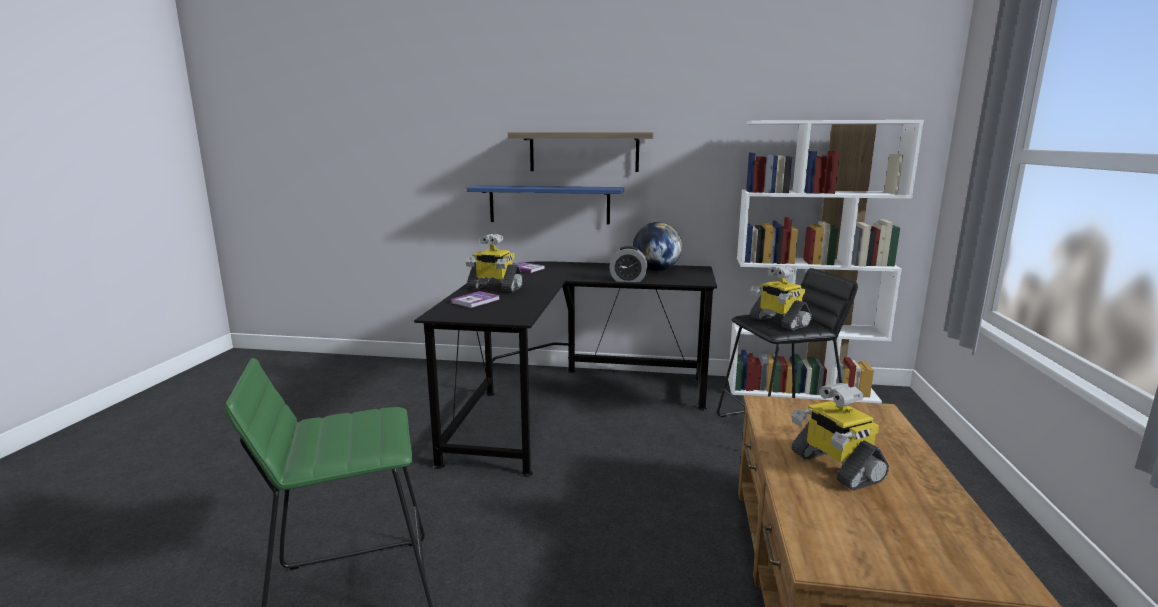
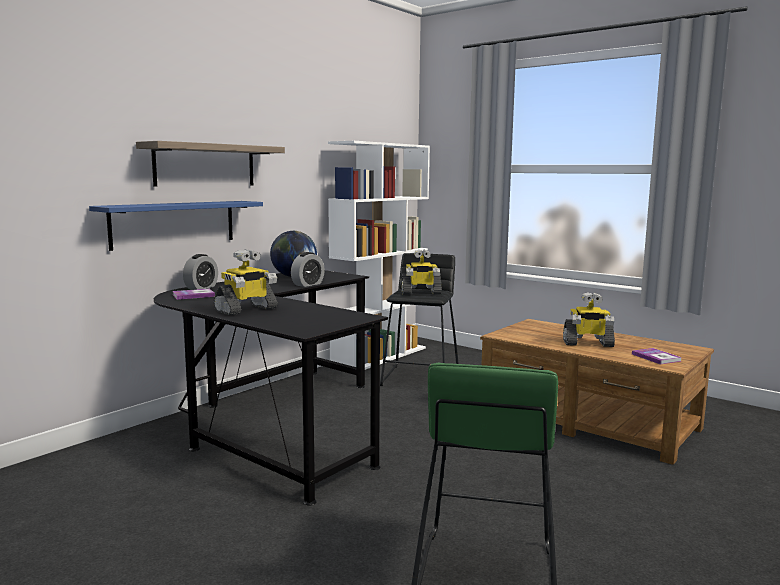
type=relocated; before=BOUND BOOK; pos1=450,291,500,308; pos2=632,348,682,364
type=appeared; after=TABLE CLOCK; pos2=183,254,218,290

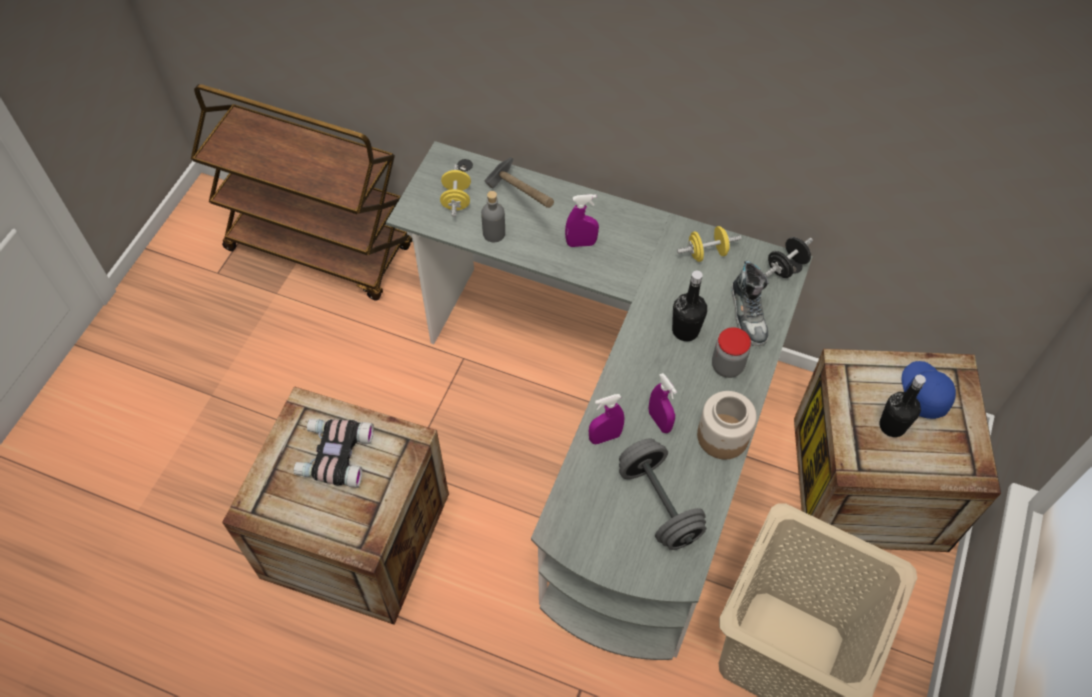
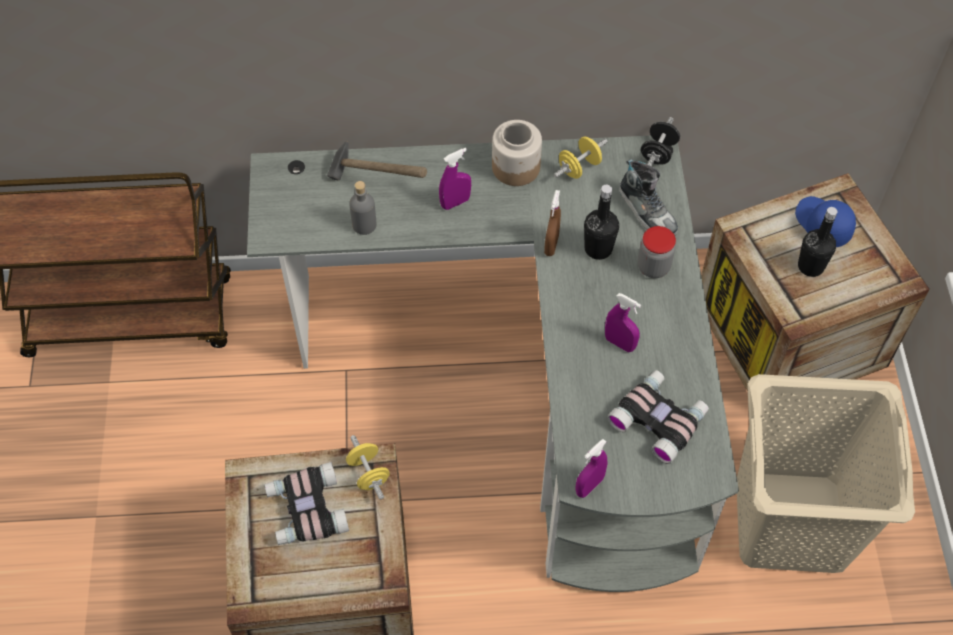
type=relocated; before=YELLOWISH DUMBBELL; pos1=440,164,471,217; pos2=346,435,390,500
type=relocated; before=PURPLE-COLOURED SPRAYER; pos1=589,394,624,444; pos2=575,439,608,498
type=exchanged; before=GRAY DUMBBELL; after=BINOCULARS; pos1=619,439,706,550; pos2=607,370,709,464
type=relocated; before=STORAGE JAR; pos1=697,391,757,459; pos2=492,120,542,186
type=appeared; after=BROWNISH SPRAYER; pos2=544,190,561,256

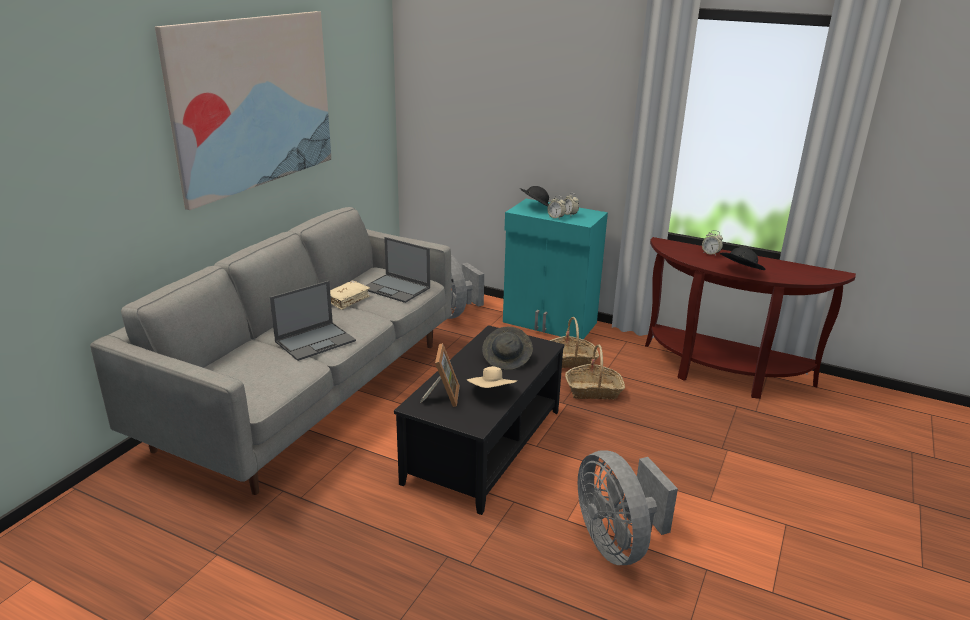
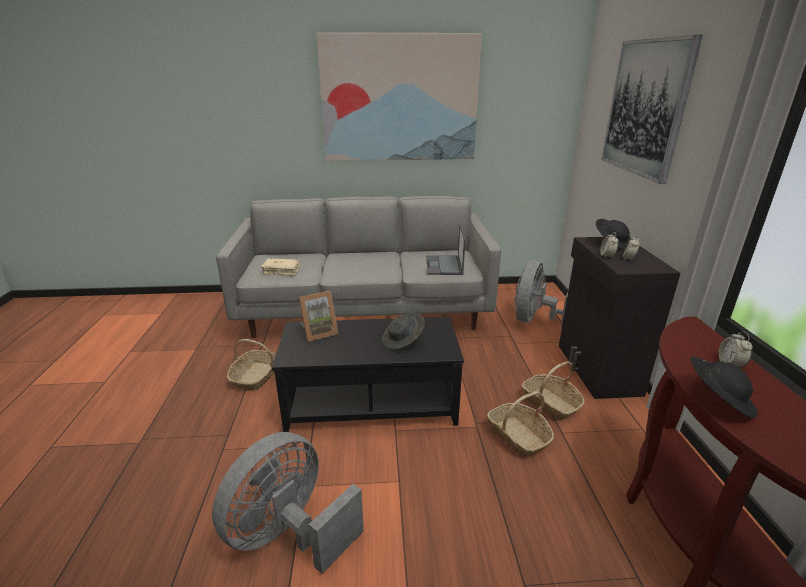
type=missing; before=PORTABLE COMPUTER; pos1=270,281,356,361
type=relocated; before=BEIGE BOUND BOOK; pos1=330,280,370,310; pos2=261,258,300,276
type=missing; before=BEIGE CLOTHING HAT; pos1=467,366,517,388
type=colour; before=TURQUOISE CUPBOARD; after=BLACK CUPBOARD; pos1=503,199,608,339; pos2=559,237,680,399
type=appeared; after=BASKET; pos2=227,339,276,391
type=appeared; after=WALL PICTURE; pos2=601,35,703,184

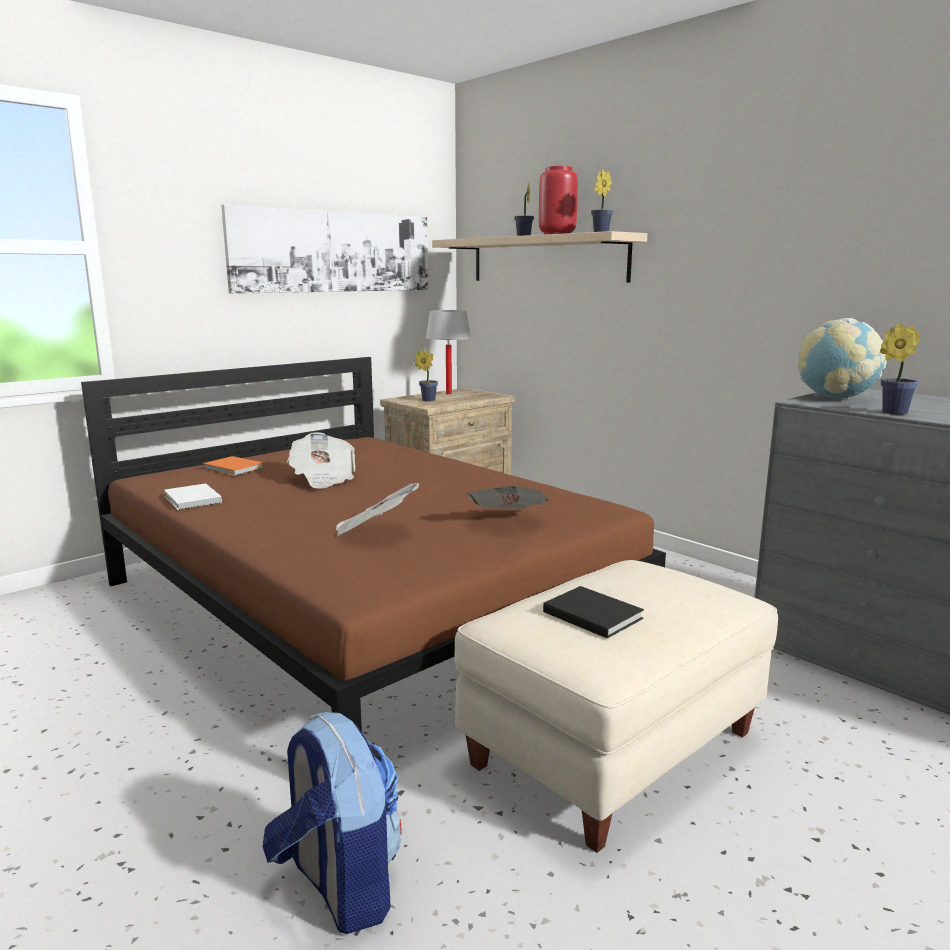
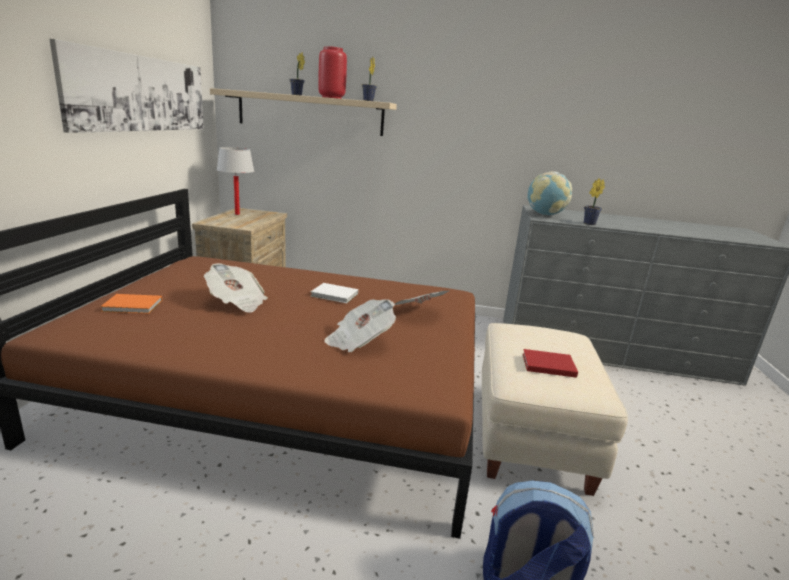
type=relocated; before=WHITE BOUND BOOK; pos1=164,483,222,510; pos2=311,283,358,303
type=missing; before=HOUSEPLANT; pos1=414,349,438,402
type=colour; before=BLACK BOUND BOOK; after=RED-COLOURED BOUND BOOK; pos1=543,586,644,639; pos2=523,349,578,378

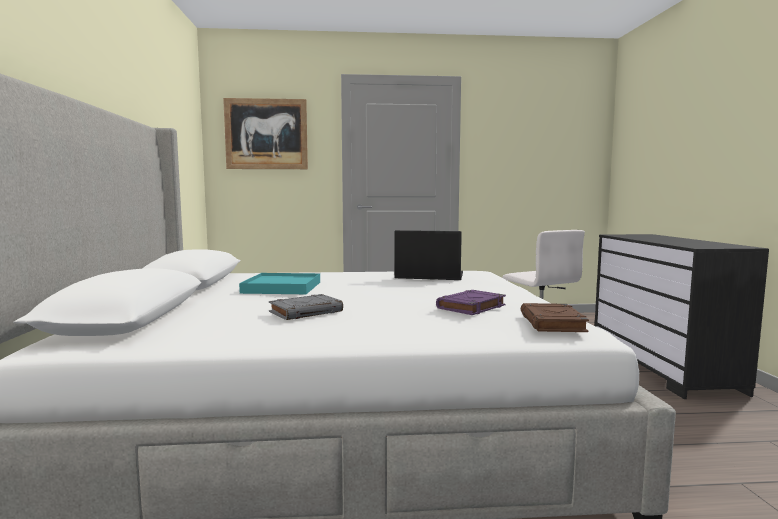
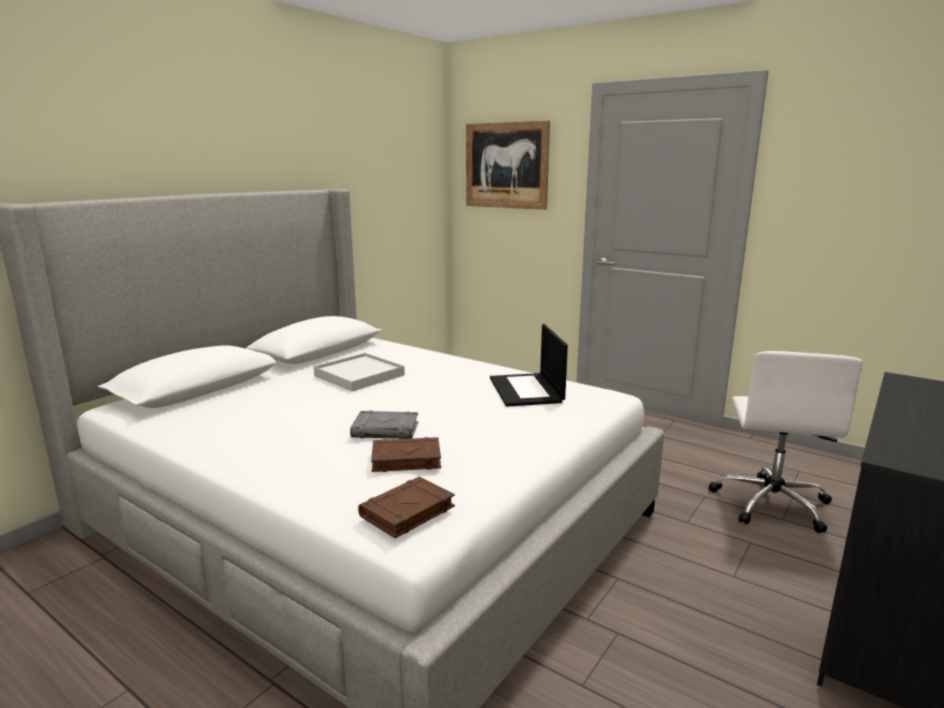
type=colour; before=TURQUOISE TRAY; after=WHITE TRAY; pos1=239,273,320,294; pos2=314,353,405,392
type=relocated; before=GRAY BOUND BOOK; pos1=269,294,343,320; pos2=350,411,418,439
type=spun; before=PORTABLE COMPUTER; pos1=394,230,463,280; pos2=490,324,568,407; turn=-150
type=colour; before=PURPLE-COLOURED BOUND BOOK; after=BROWNISH BOUND BOOK; pos1=436,290,506,315; pos2=371,437,441,472

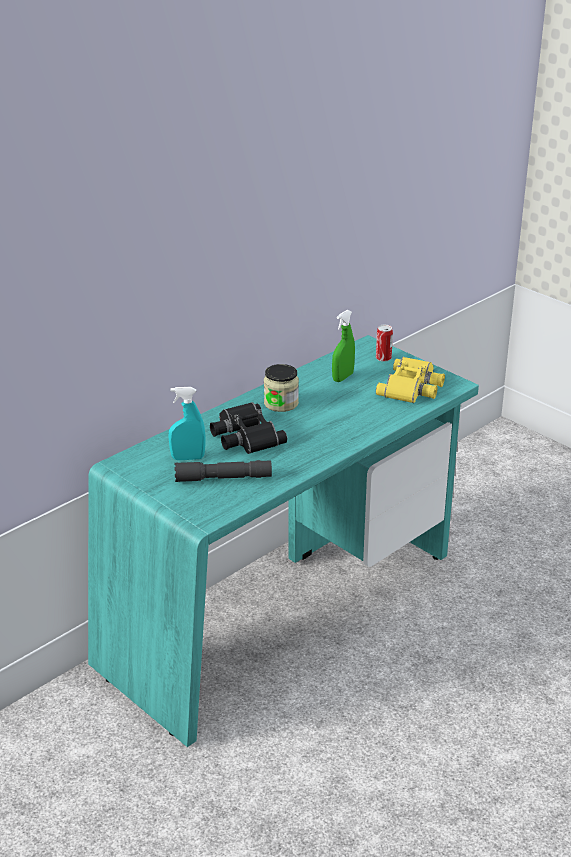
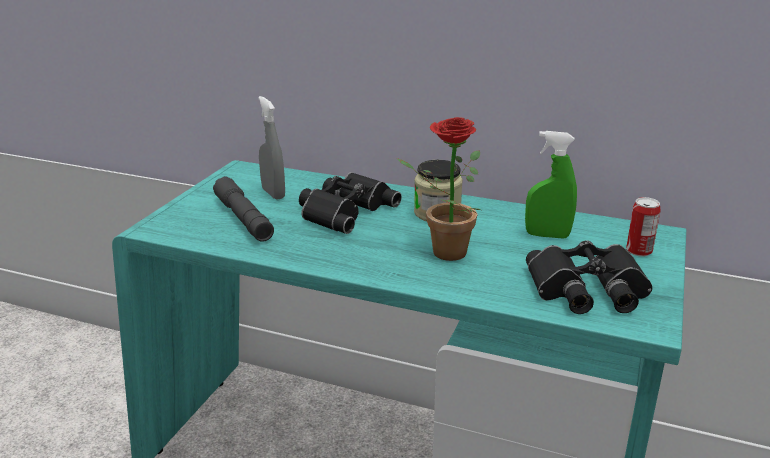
type=colour; before=TURQUOISE SPRAYER; after=GRAY SPRAYER; pos1=168,387,206,460; pos2=258,96,285,200
type=colour; before=YELLOWISH BINOCULARS; after=BLACK BINOCULARS; pos1=376,357,445,403; pos2=526,240,652,314
type=appeared; after=HOUSEPLANT; pos2=397,117,481,261

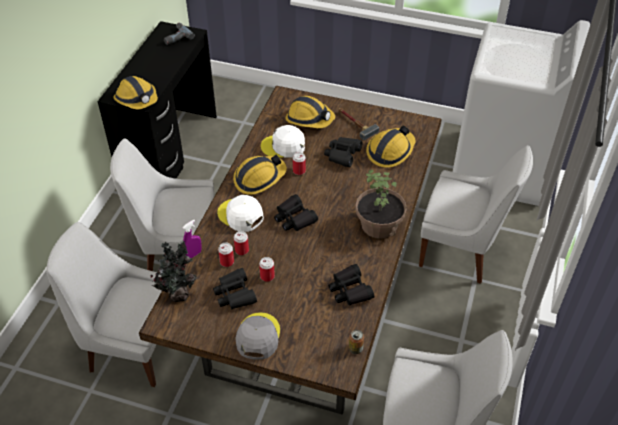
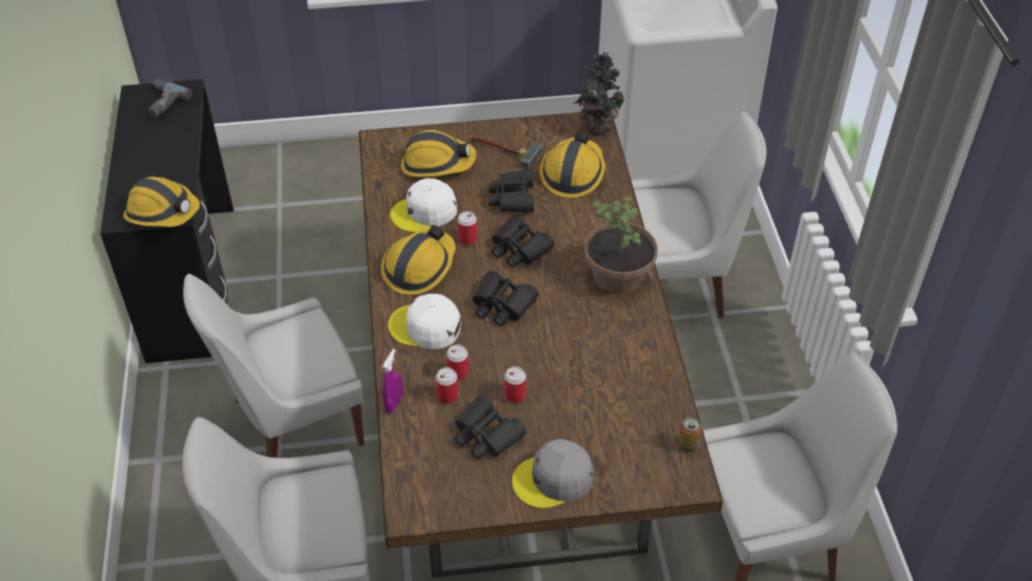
type=relocated; before=HOUSEPLANT; pos1=151,240,197,302; pos2=573,52,624,135
type=spun; before=GRAY CAP; pos1=235,312,280,360; pos2=512,439,593,508; turn=-90
type=relocated; before=BLACK BINOCULARS; pos1=328,264,374,306; pos2=492,215,555,267

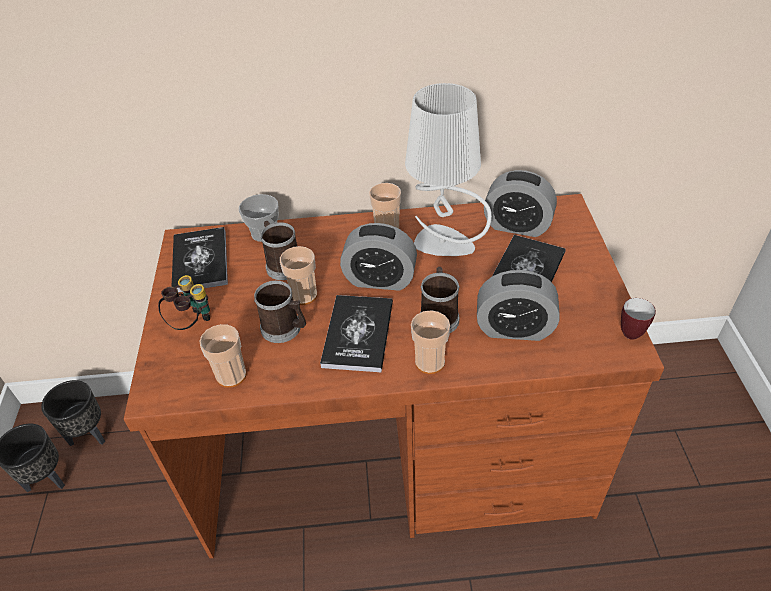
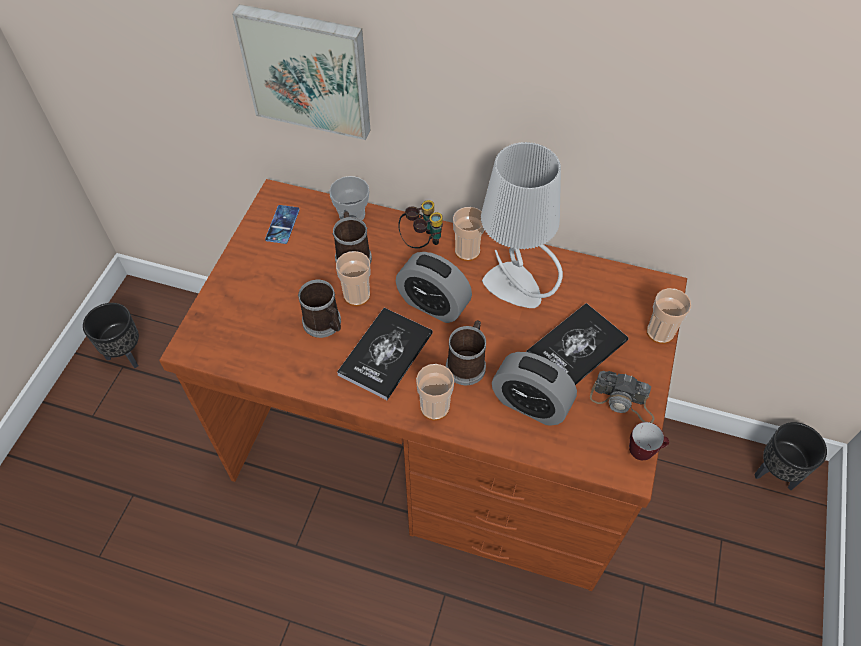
type=relocated; before=BLACK FLOWER POT; pos1=41,380,105,446; pos2=754,422,827,490
type=relocated; before=BINOCULARS; pos1=158,275,210,330; pos2=398,200,443,249
type=exchanged; before=BOUND BOOK; after=HANDSET; pos1=172,227,228,293; pos2=265,205,300,244
type=relocated; before=DRINKING CUP; pos1=199,324,246,388; pos2=647,288,691,344
type=missing; before=TABLE CLOCK; pos1=484,170,557,237
type=appeared; after=WALL PICTURE; pos2=232,4,370,140
type=appeared; after=STILL CAMERA; pos2=590,371,655,423

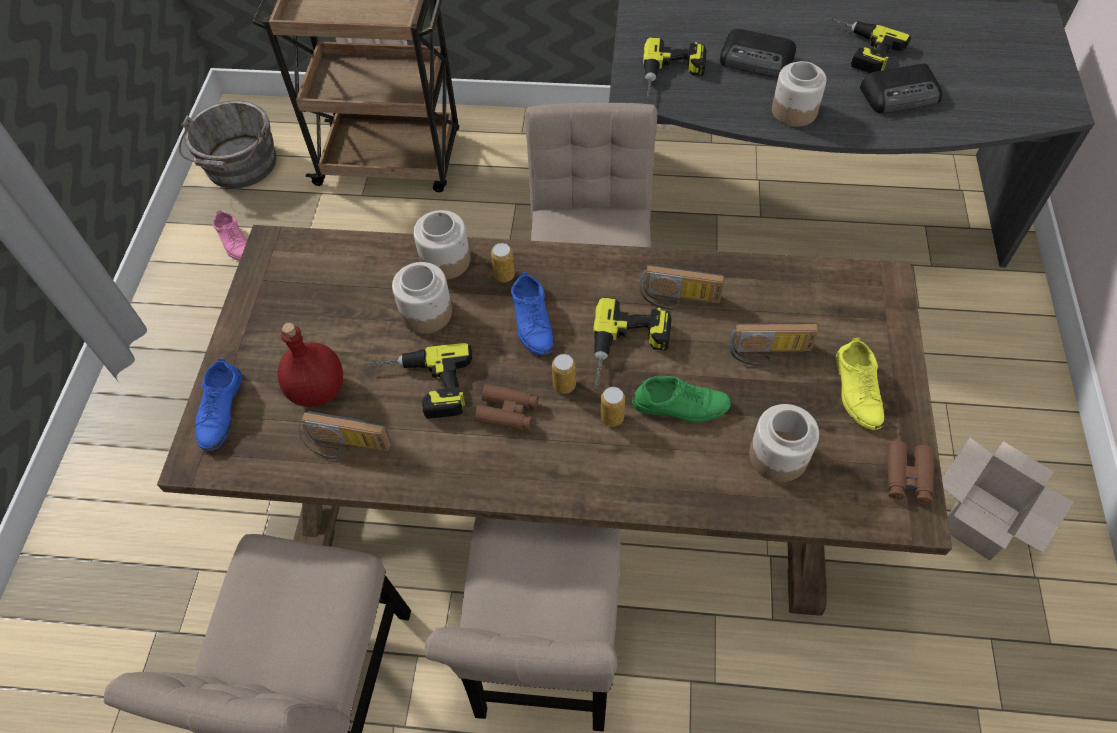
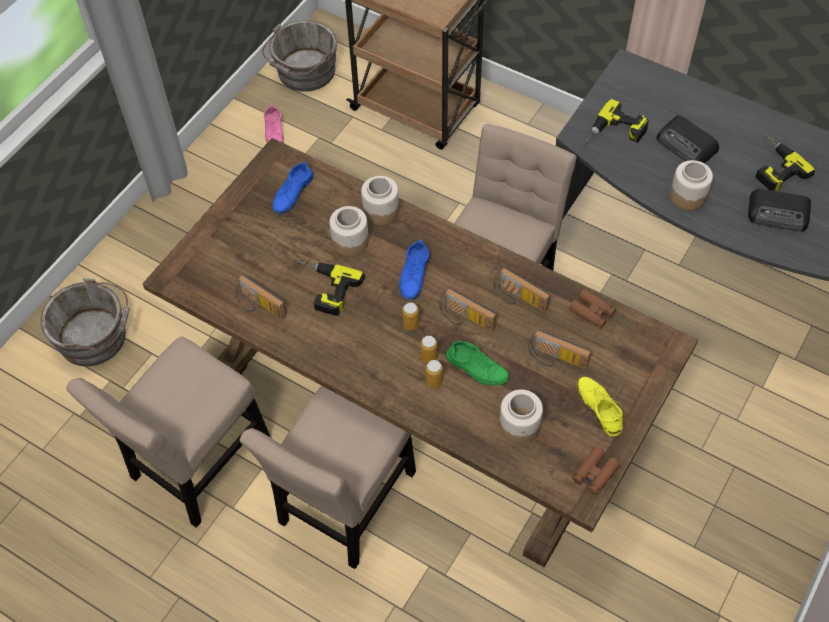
type=relocated; before=BLUE-COLOURED LOW SHOE; pos1=195,359,242,451; pos2=272,161,314,214
type=missing; before=RED-COLOURED BEVERAGE BOTTLE; pos1=278,323,343,407
type=relocated; before=BROWNISH BINOCULARS; pos1=475,384,539,431; pos2=569,289,616,328
type=relocated; before=METAL CAN; pos1=491,243,515,282; pos2=426,360,443,388
type=exchanged; before=POWER DRILL; after=RADIO RECEIVER; pos1=594,297,672,388; pos2=440,288,496,332
type=spun; before=YELLOWISH LOW SHOE; pos1=836,338,885,430; pos2=577,377,623,437; turn=135
type=missing; before=CARTON; pos1=942,438,1073,561
type=appeared; after=GRAY BUCKET; pos2=41,278,130,366

